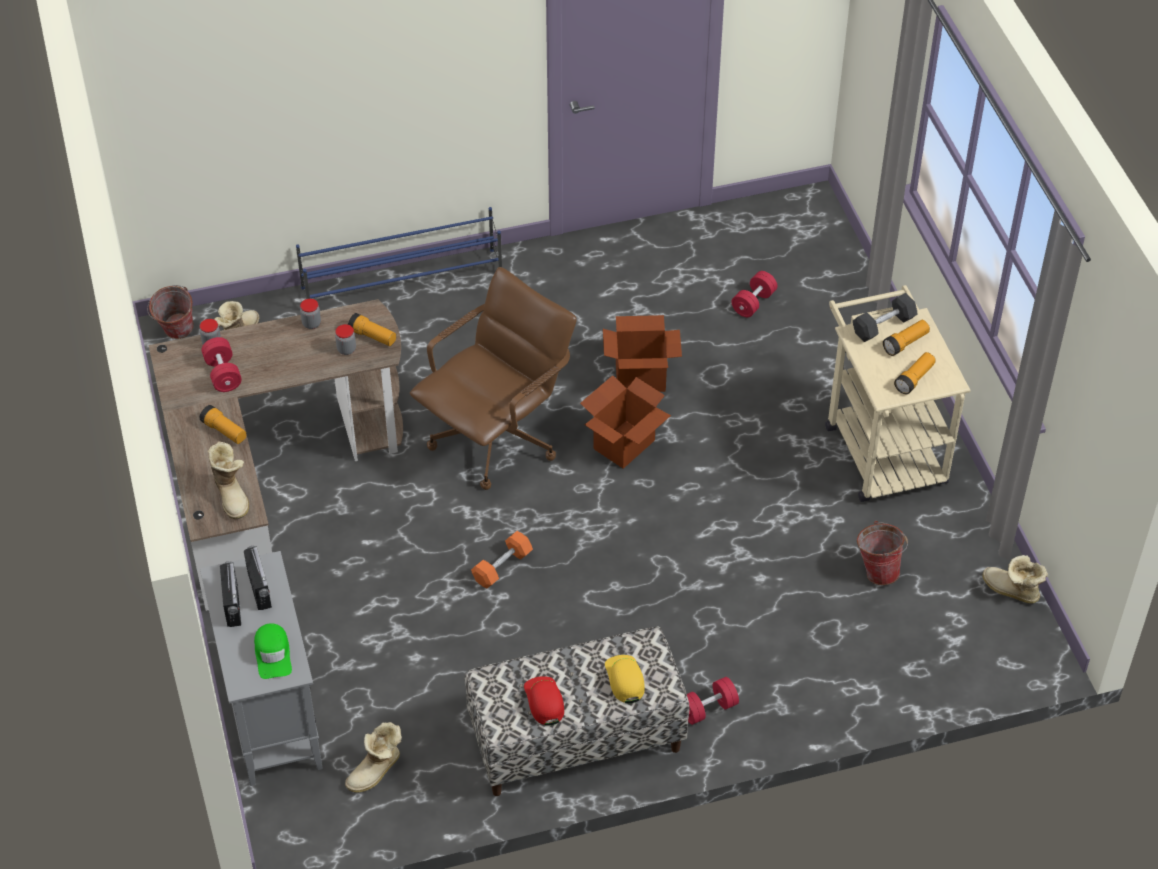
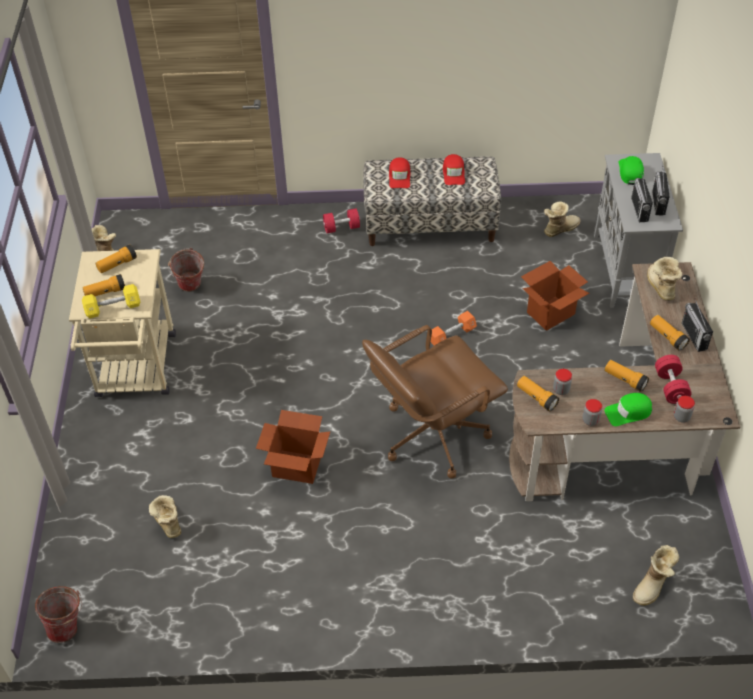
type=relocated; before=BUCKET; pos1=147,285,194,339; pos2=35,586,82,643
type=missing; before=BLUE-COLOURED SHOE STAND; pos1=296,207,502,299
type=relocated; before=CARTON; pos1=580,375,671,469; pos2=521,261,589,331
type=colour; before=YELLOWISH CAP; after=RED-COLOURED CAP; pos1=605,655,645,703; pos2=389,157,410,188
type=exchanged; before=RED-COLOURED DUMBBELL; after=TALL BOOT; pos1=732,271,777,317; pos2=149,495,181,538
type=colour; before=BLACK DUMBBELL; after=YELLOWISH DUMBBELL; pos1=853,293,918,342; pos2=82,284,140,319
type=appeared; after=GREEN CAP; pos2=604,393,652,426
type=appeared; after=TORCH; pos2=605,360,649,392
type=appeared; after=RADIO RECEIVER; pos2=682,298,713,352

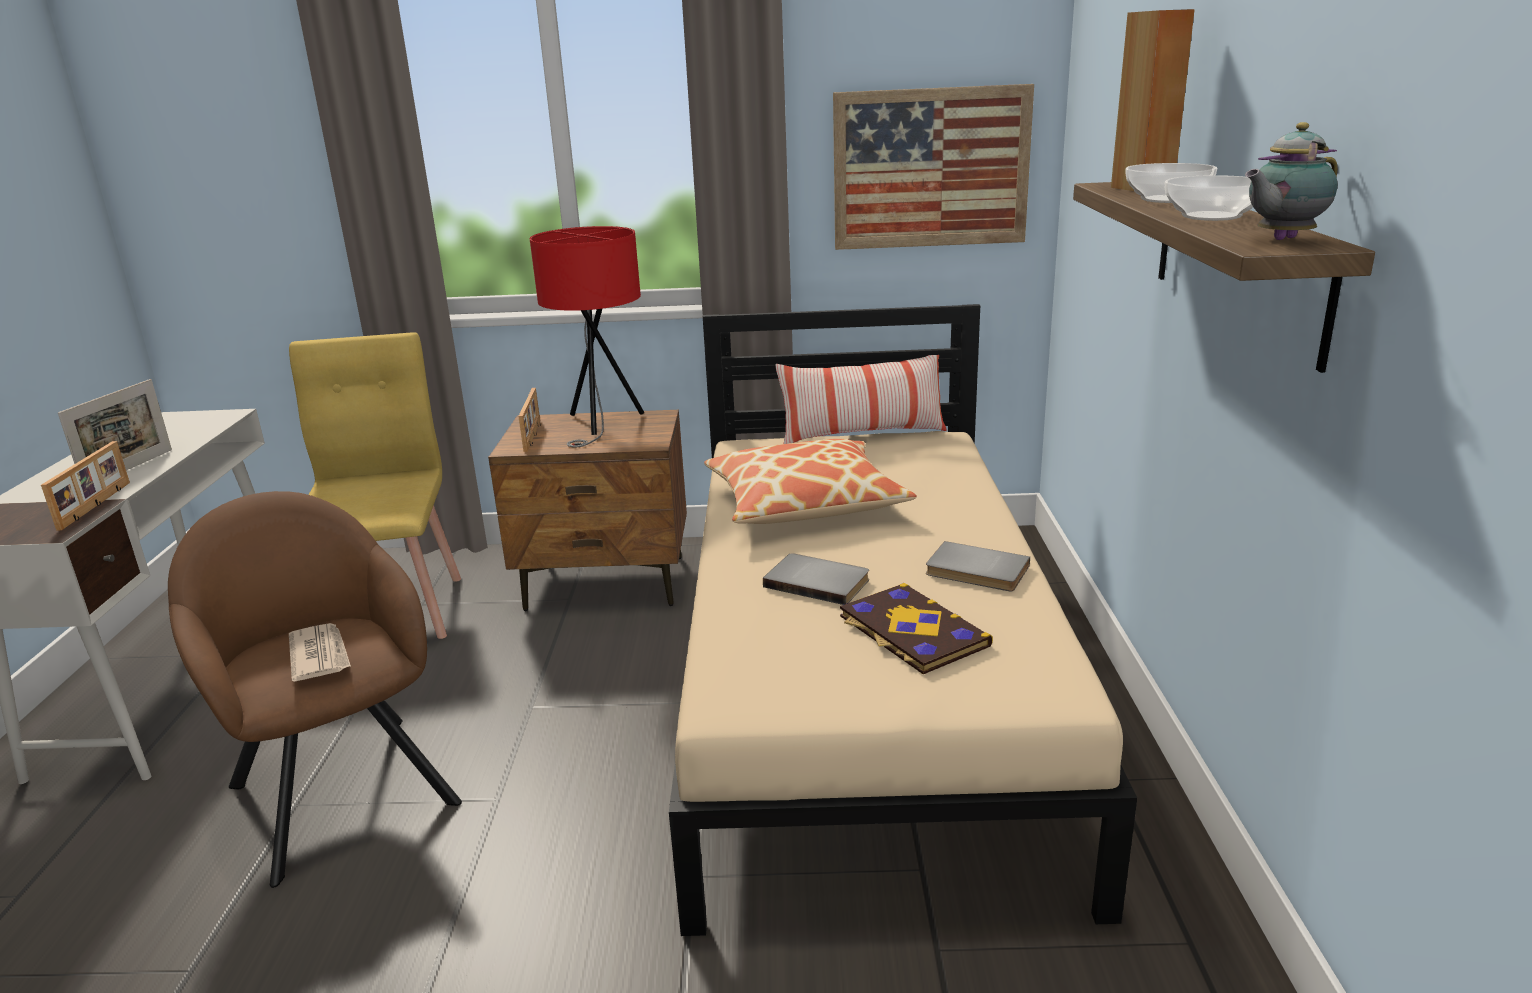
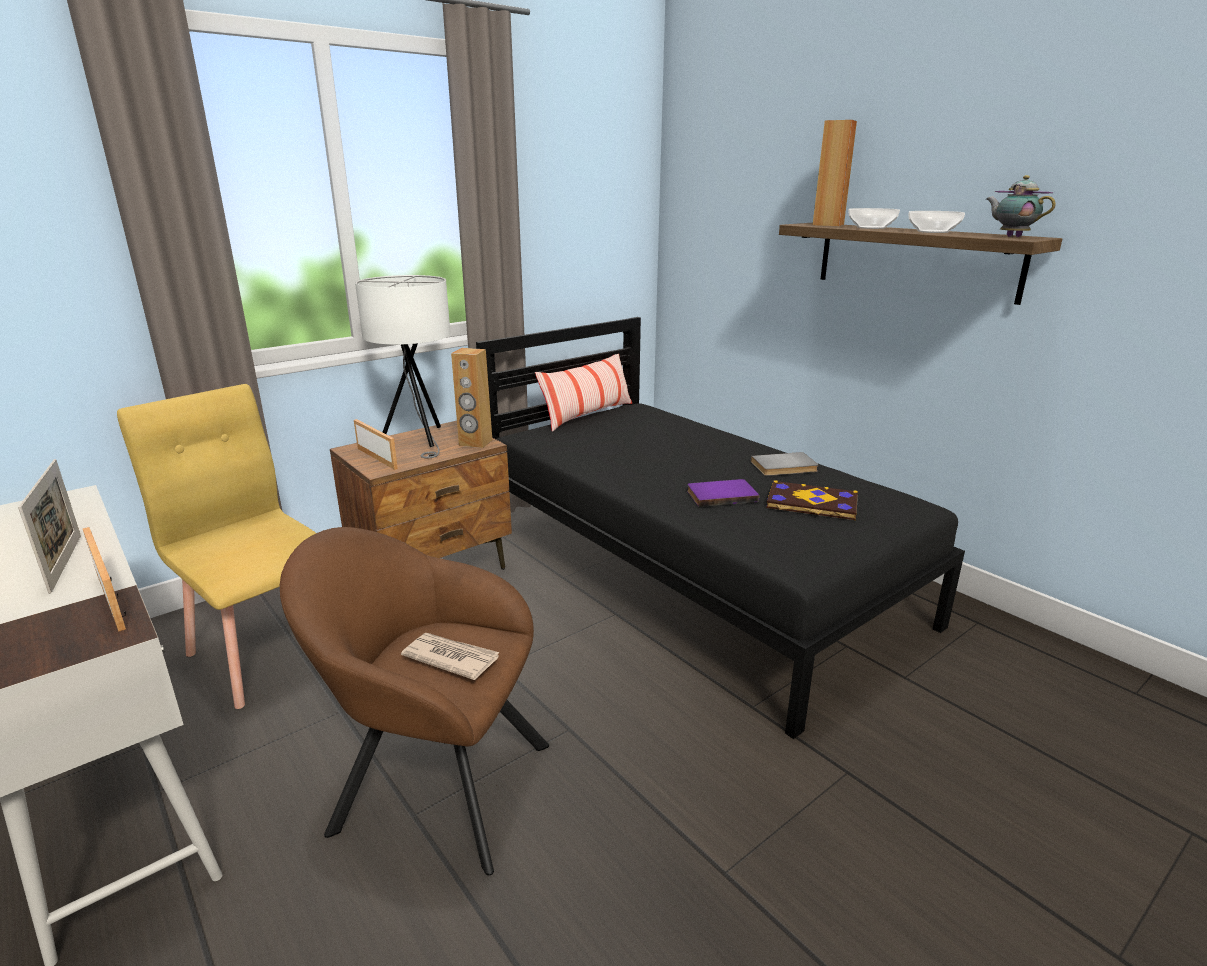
type=colour; before=RED-COLOURED LAMP FOR A TABLE; after=WHITE LAMP FOR A TABLE; pos1=530,226,644,448; pos2=355,275,450,458
type=colour; before=BEIGE BEDROOM BED; after=BLACK BEDROOM BED; pos1=669,304,1137,936; pos2=476,317,965,739
type=missing; before=CUSHION; pos1=704,439,917,524
type=colour; before=GRAY BOUND BOOK; after=PURPLE-COLOURED BOUND BOOK; pos1=763,553,869,605; pos2=687,479,759,507
type=missing; before=WALL PICTURE; pos1=833,84,1034,250
type=spun; before=TEAPOT; pos1=1245,122,1338,240; pos2=986,175,1056,237; turn=120
type=appeared; after=BROWNISH LOUDSPEAKER; pos2=451,348,492,448

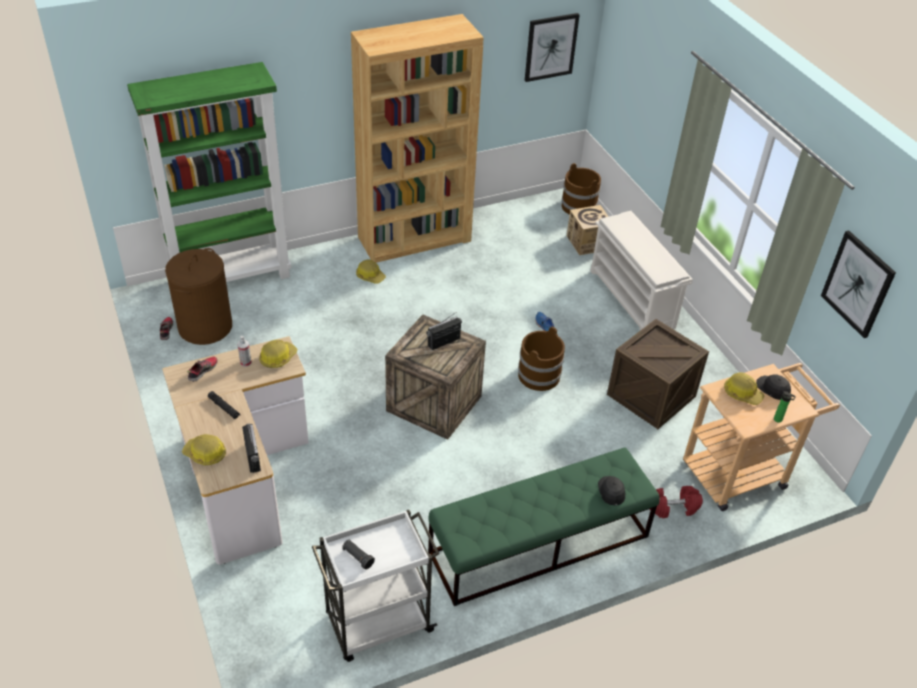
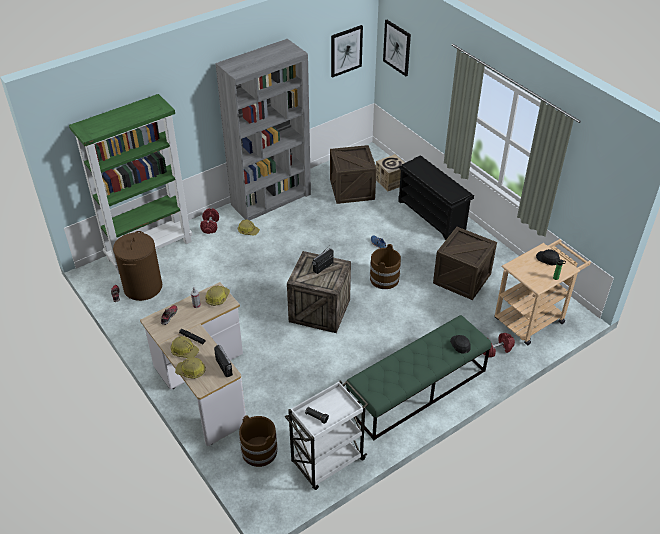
type=colour; before=BROWNISH BOOKSHELF; after=GRAY BOOKSHELF; pos1=351,14,484,263; pos2=215,39,311,220
type=relocated; before=BROWNISH BUCKET; pos1=562,163,601,215; pos2=239,415,278,467
type=colour; before=WHITE SHOE STAND; after=BLACK SHOE STAND; pos1=590,211,693,330; pos2=398,155,474,240
type=relocated; before=WORK HELMET; pos1=724,373,765,405; pos2=170,336,199,358
type=relocated; before=WALL PICTURE; pos1=821,230,896,338; pos2=383,20,411,76
type=appeared; after=RED-COLOURED DUMBBELL; pos2=200,208,219,234
type=appeared; after=CRATE; pos2=330,145,377,204

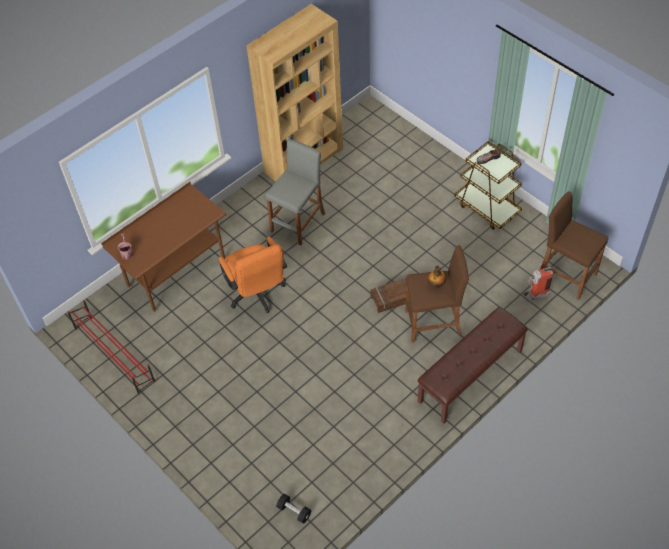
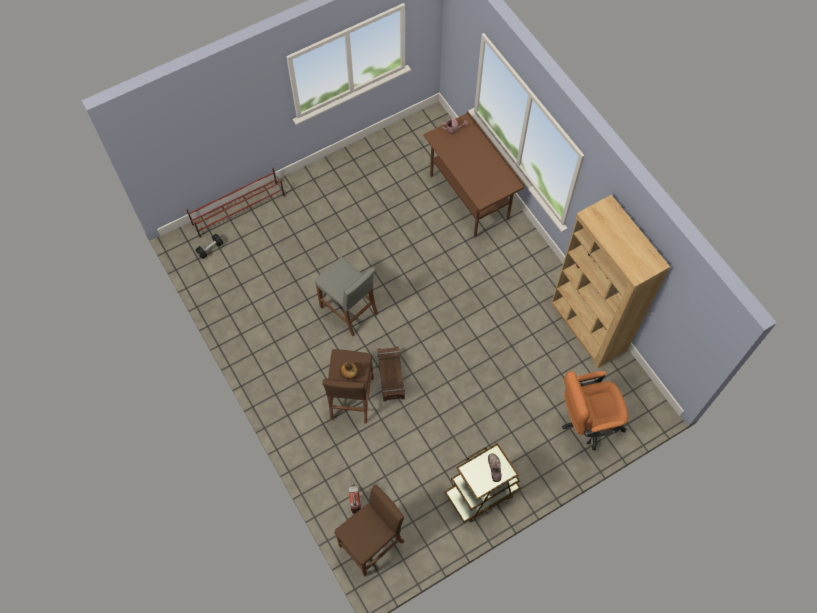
type=relocated; before=RED-COLOURED SHOE STAND; pos1=67,300,155,395; pos2=186,168,285,238
type=relocated; before=ORANGE DESK CHAIR; pos1=219,237,287,313; pos2=562,371,628,450
type=relocated; before=GRAY SITTING STOOL; pos1=266,139,325,246; pos2=315,257,378,336
type=missing; before=BROWNISH BENCH; pos1=418,307,528,424

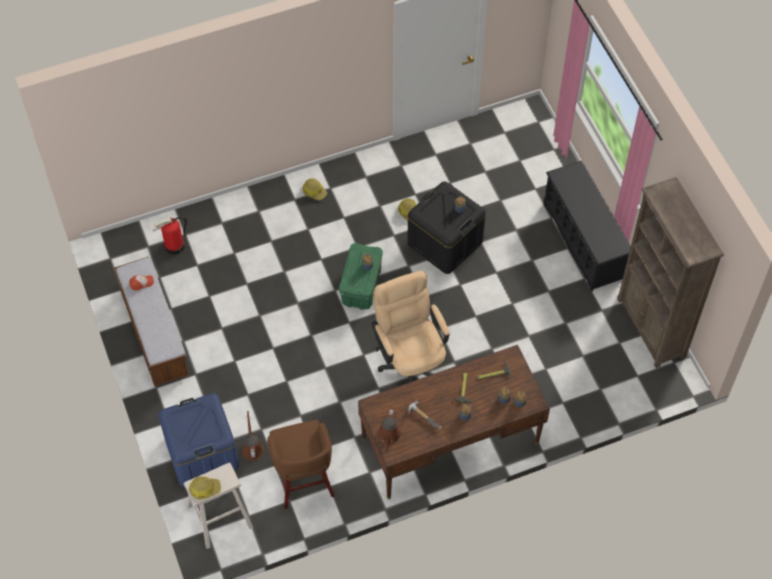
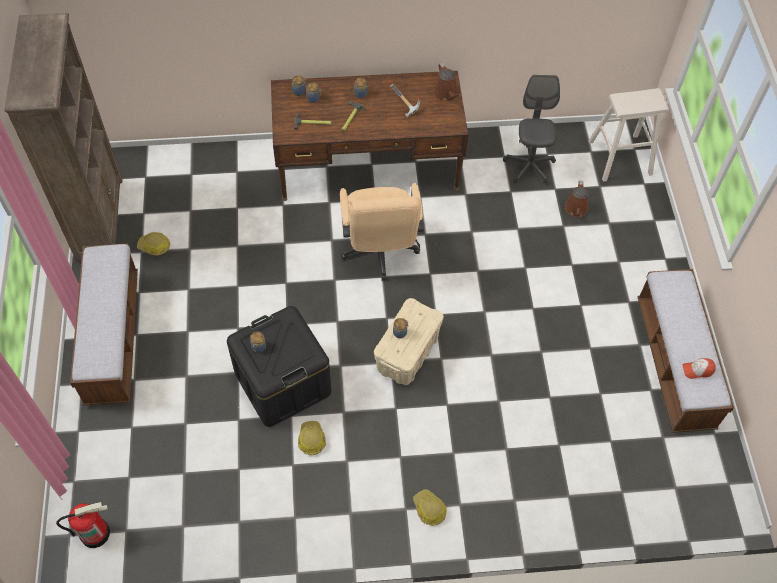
type=relocated; before=EXTINGUISHER; pos1=152,217,187,255; pos2=56,502,110,548
type=missing; before=BLUE-COLOURED STORAGE CONTAINER; pos1=158,393,239,487
type=relocated; before=WORK HELMET; pos1=189,476,221,500; pos2=137,232,170,256
type=exchanged; before=BROWNISH SITTING STOOL; after=GRAY DESK CHAIR; pos1=267,420,335,509; pos2=503,75,560,183
type=colour; before=GREEN STORAGE CONTAINER; after=BEIGE STORAGE CONTAINER; pos1=339,243,383,310; pos2=374,298,444,385
type=spun; before=BROWNISH WATERING POT; pos1=378,409,401,451; pos2=434,63,461,102; turn=135
type=exchanged; before=BLACK SHOE STAND; after=BENCH; pos1=544,161,631,292; pos2=70,243,138,406

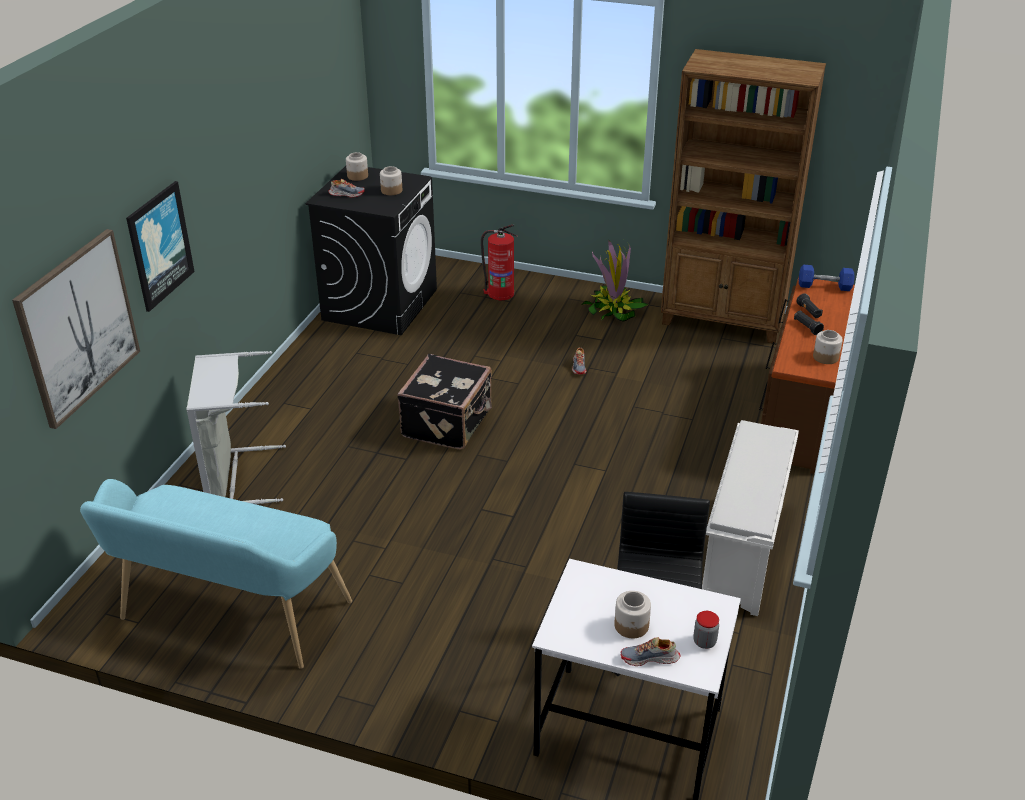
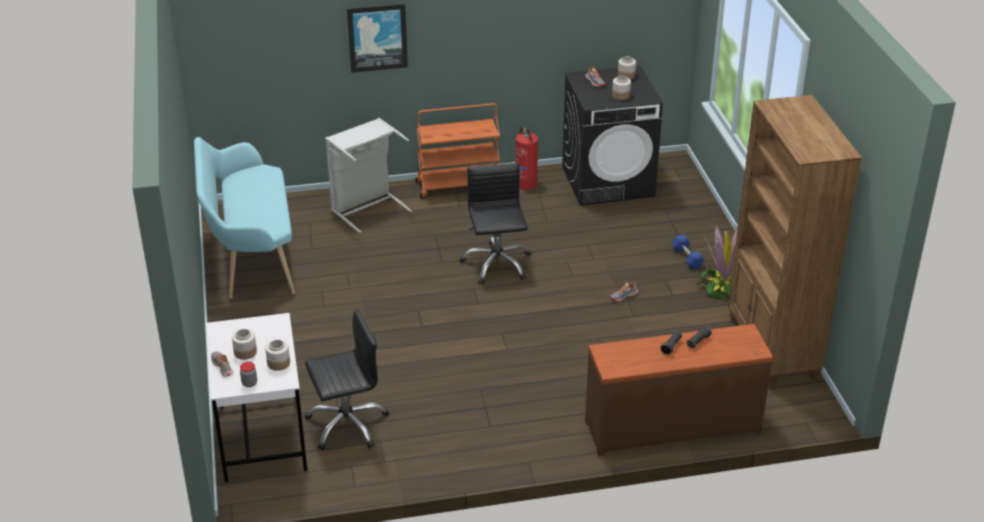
type=missing; before=WALL PICTURE; pos1=12,229,140,429
type=exchanged; before=BLACK PIECE OF LUGGAGE; after=BLACK DESK CHAIR; pos1=397,354,492,450; pos2=460,163,531,284
type=relocated; before=EXTINGUISHER; pos1=481,224,517,300; pos2=515,126,538,190
type=missing; before=WHITE SHOE STAND; pos1=702,420,799,616
type=relocated; before=BLUE-COLOURED DUMBBELL; pos1=799,265,855,291; pos2=671,234,705,269
type=relocated; before=STORAGE JAR; pos1=813,330,843,364; pos2=265,339,290,371
type=appeared; after=ORANGE WHEELED CART; pos2=415,103,500,199

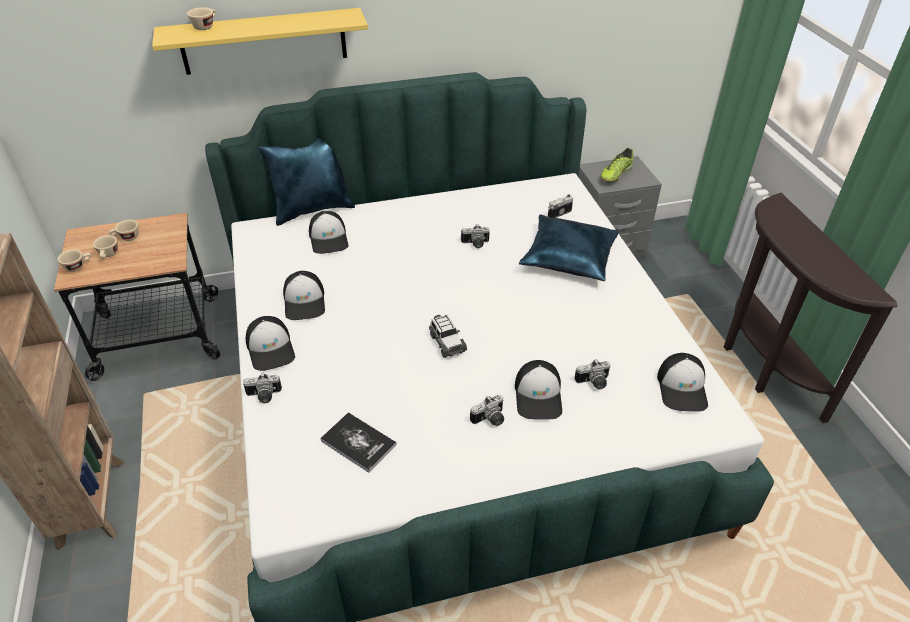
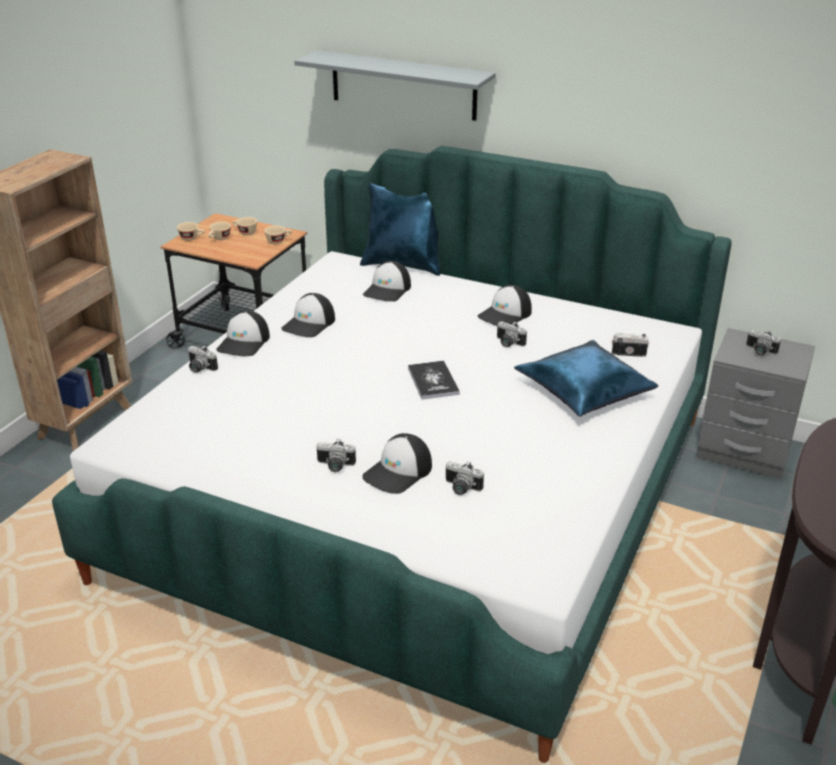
type=colour; before=YELLOWISH BRACKET SHELF; after=GRAY BRACKET SHELF; pos1=152,8,368,75; pos2=294,50,496,121
type=relocated; before=BEIGE DRINKING CUP; pos1=187,7,216,30; pos2=264,225,292,244
type=relocated; before=BOUND BOOK; pos1=320,413,396,473; pos2=408,361,460,400
type=missing; before=MINIATURE CAR; pos1=429,315,467,358
type=exchanged; before=LOW SHOE; after=STILL CAMERA; pos1=600,148,633,183; pos2=746,330,781,355
type=relocated; before=CAP; pos1=657,353,708,412; pos2=478,285,532,326

